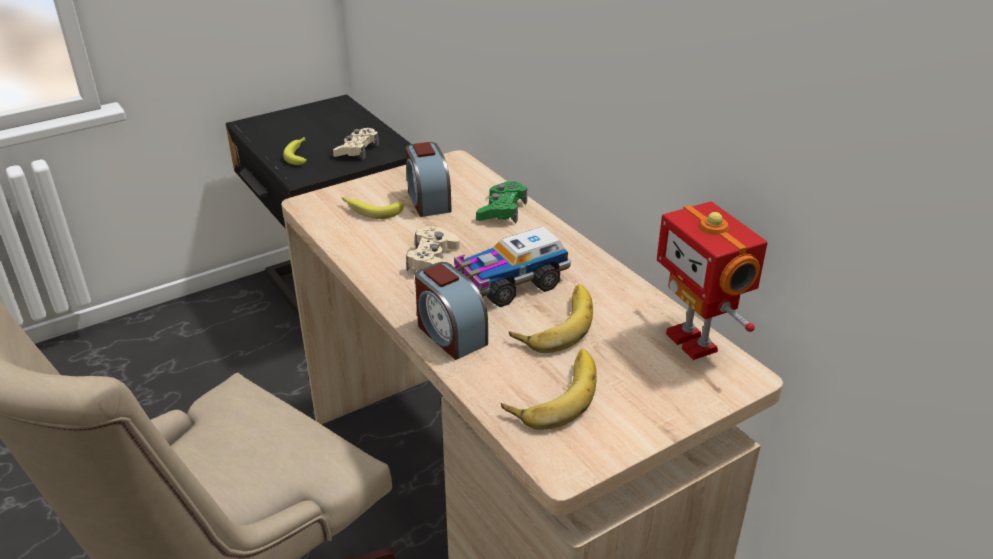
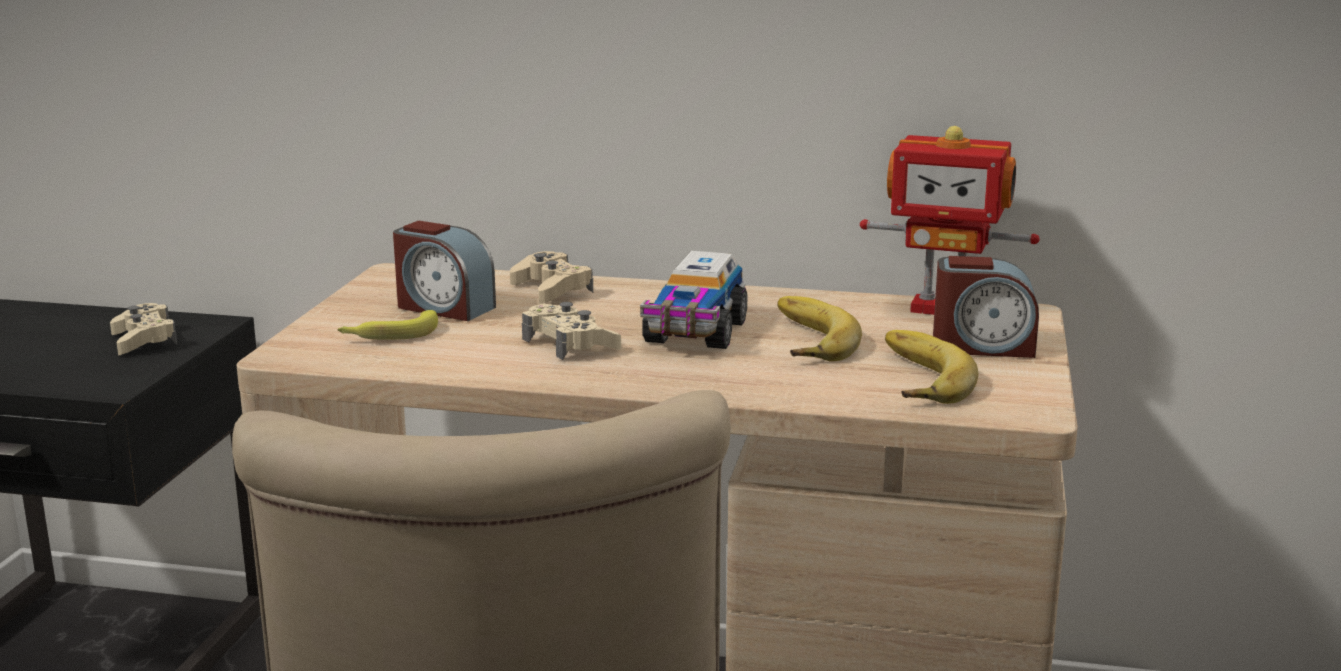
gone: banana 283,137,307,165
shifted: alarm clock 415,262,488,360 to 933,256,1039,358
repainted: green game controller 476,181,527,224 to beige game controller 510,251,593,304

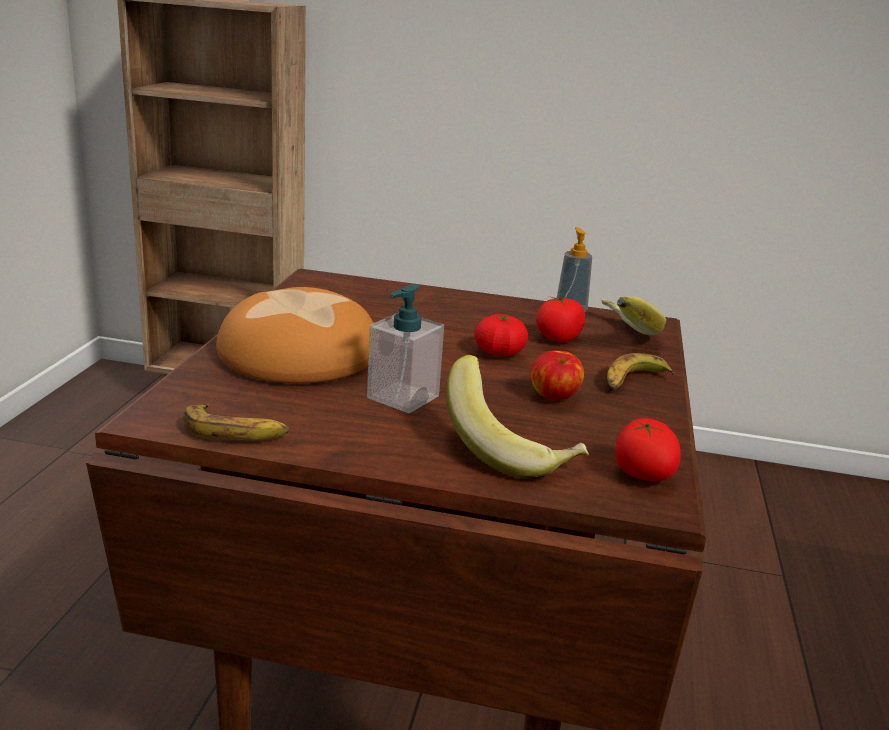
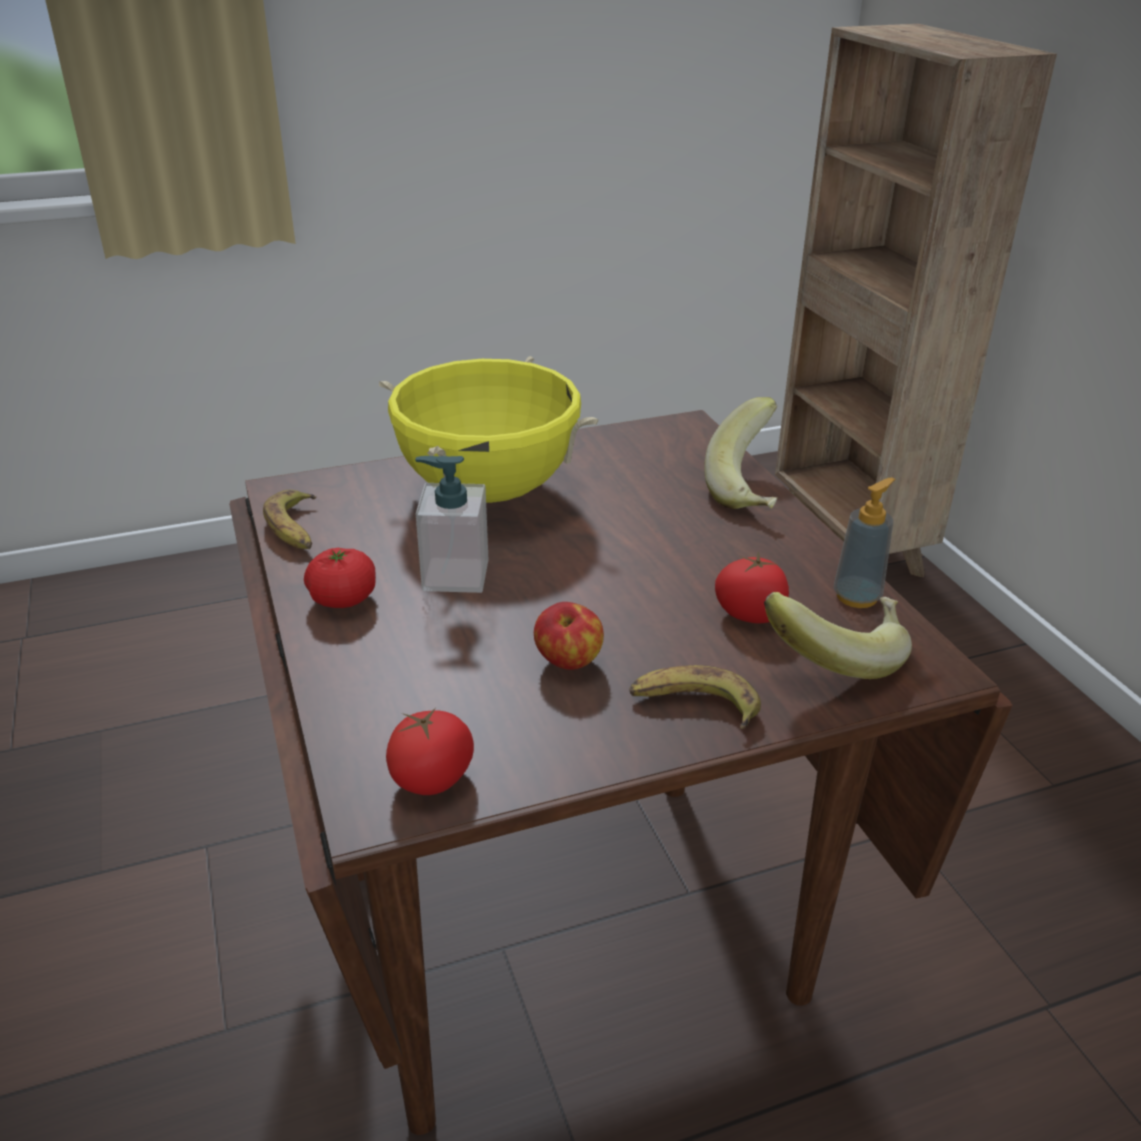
shifted: banana 446,355,589,479 to 704,397,777,509; tomato 474,314,528,357 to 304,548,376,608
swapped: bread 216,287,373,383 to yellow cooking pot 379,356,598,503

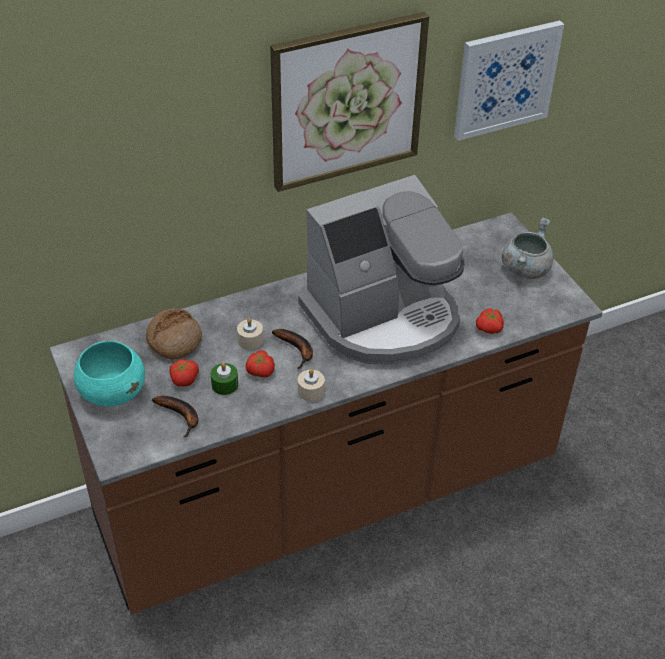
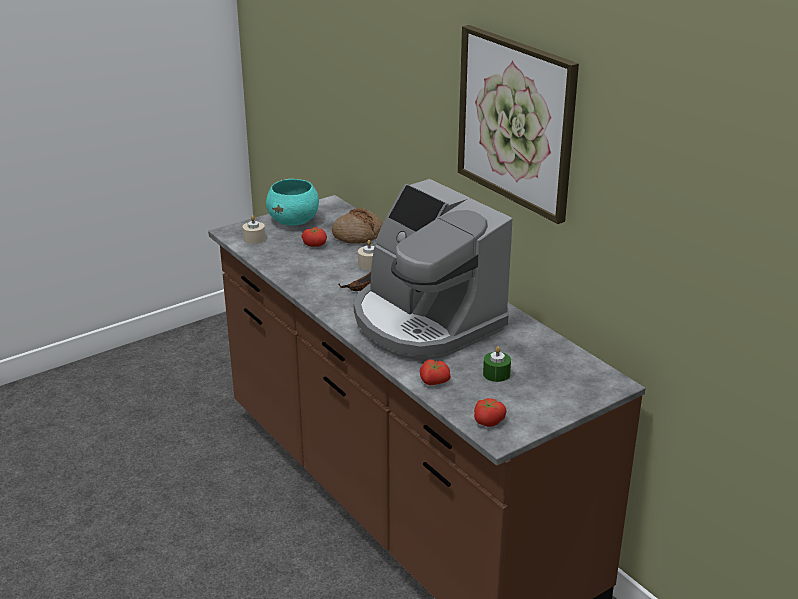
gone: banana 152,396,198,437; picture 454,20,564,141; grey cooking pot 502,217,554,279
shifted: green candle 211,362,238,395 to 483,346,511,382; tomato 245,350,275,378 to 474,398,507,427; beige candle 298,369,325,402 to 243,215,265,244

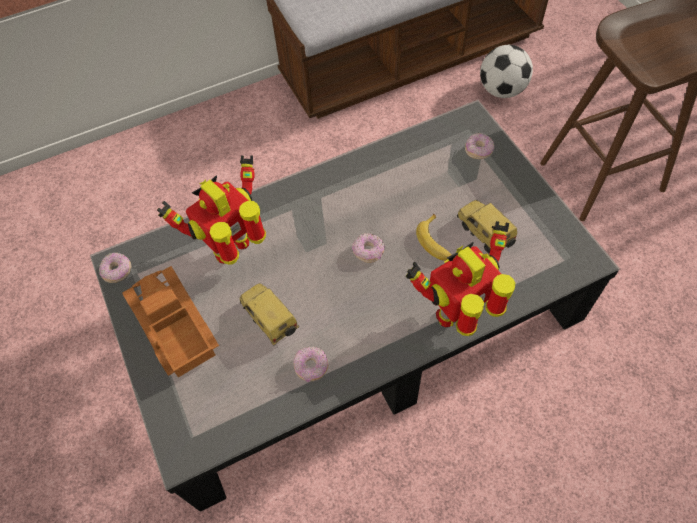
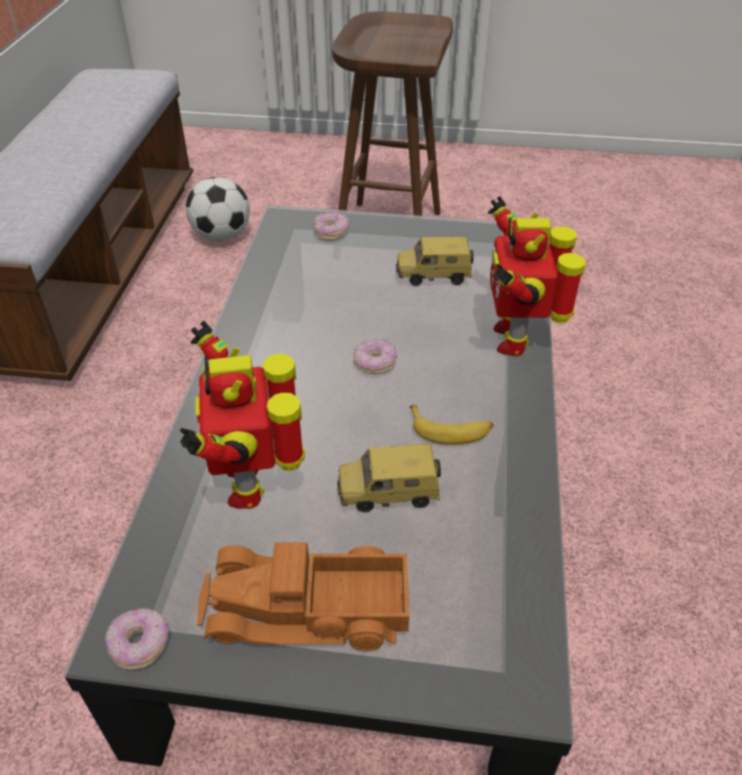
gone: donut 293,347,328,382
shifted: banana 416,214,452,260 to 410,405,494,445

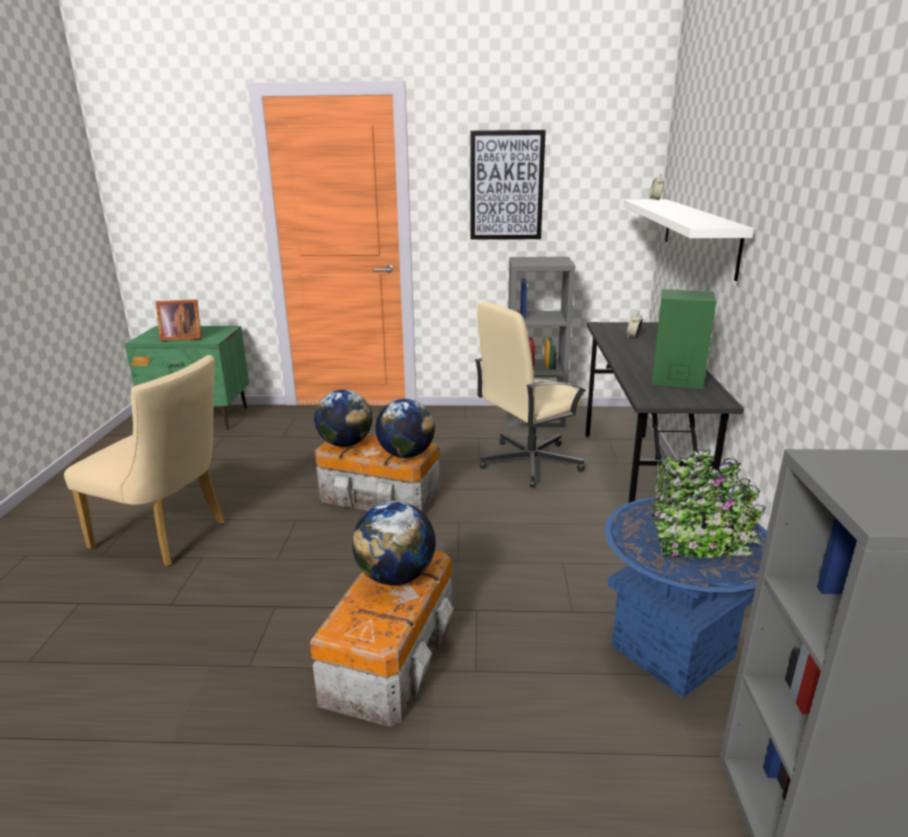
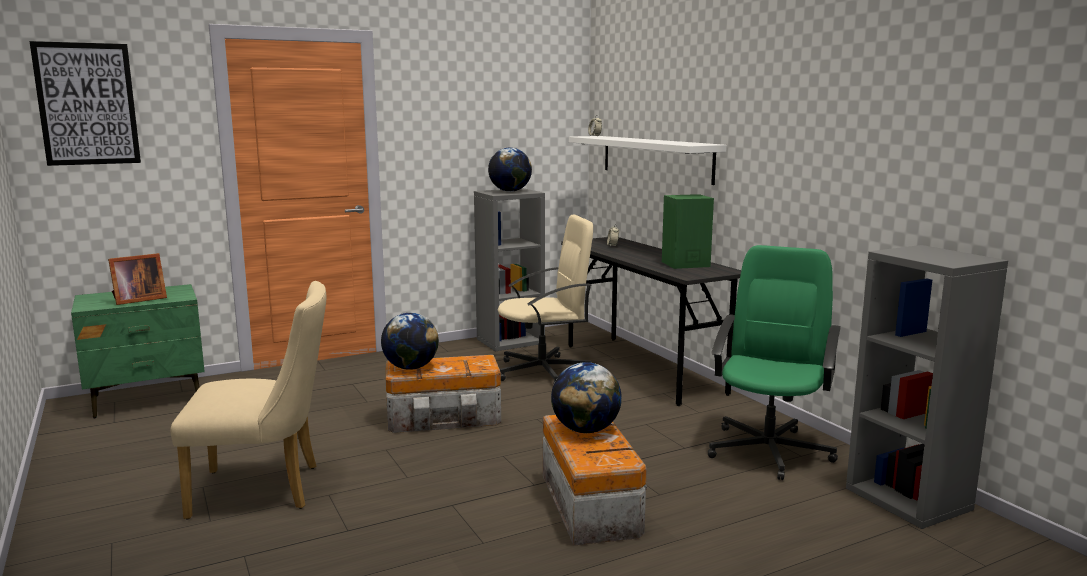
shifted: globe 375,399,435,458 to 488,148,532,192; picture 471,130,546,240 to 29,41,141,166
swapped: blue planter 605,450,767,698 to green office chair 708,245,841,480
rotated: beige office chair 475,301,587,488 = 498,215,593,383 135 degrees counterclockwise

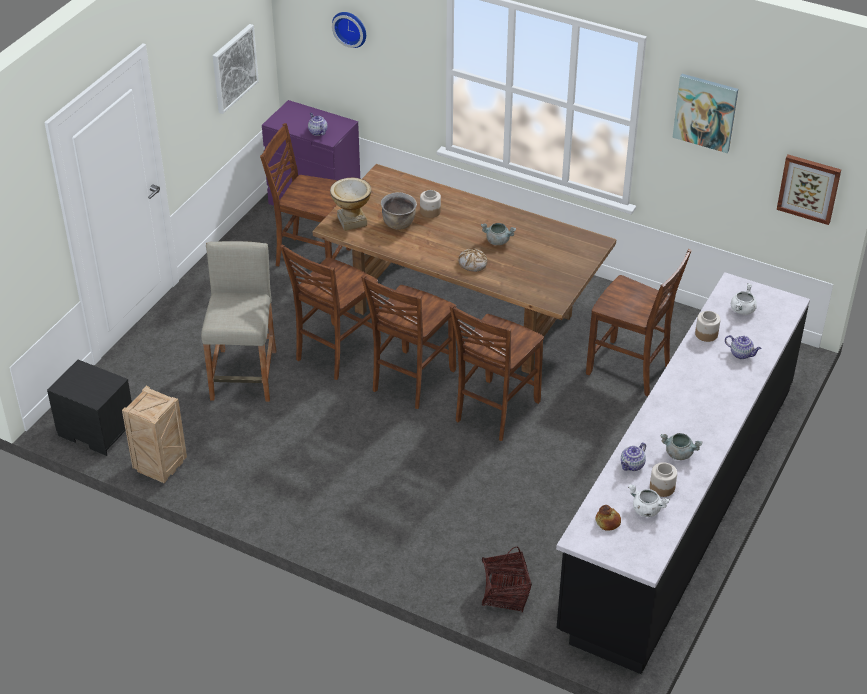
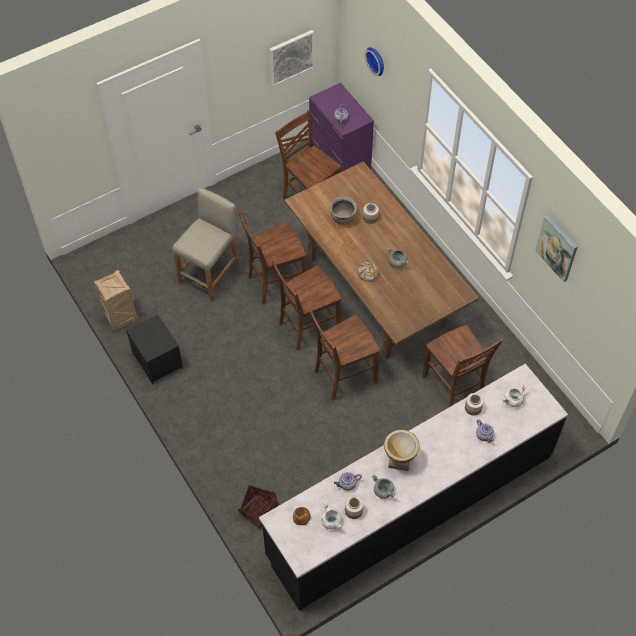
gone: picture 777,155,841,225
shifted: black nightstand 47,360,132,456 to 126,315,183,385; vase 330,177,371,231 to 384,430,420,471

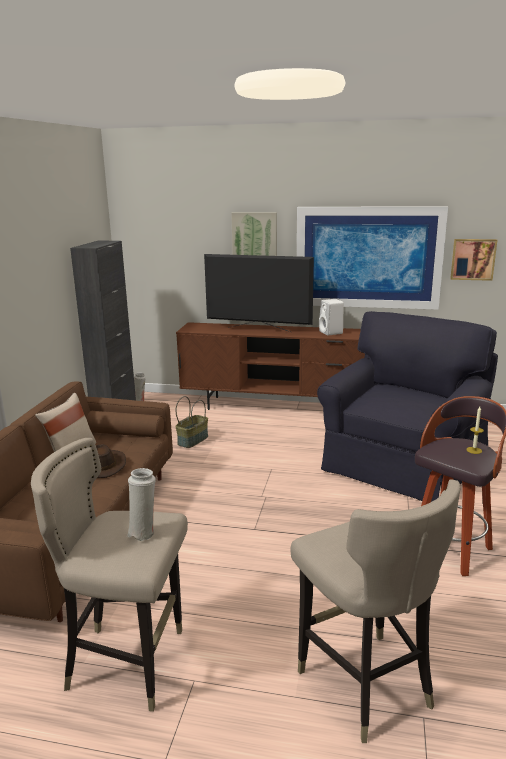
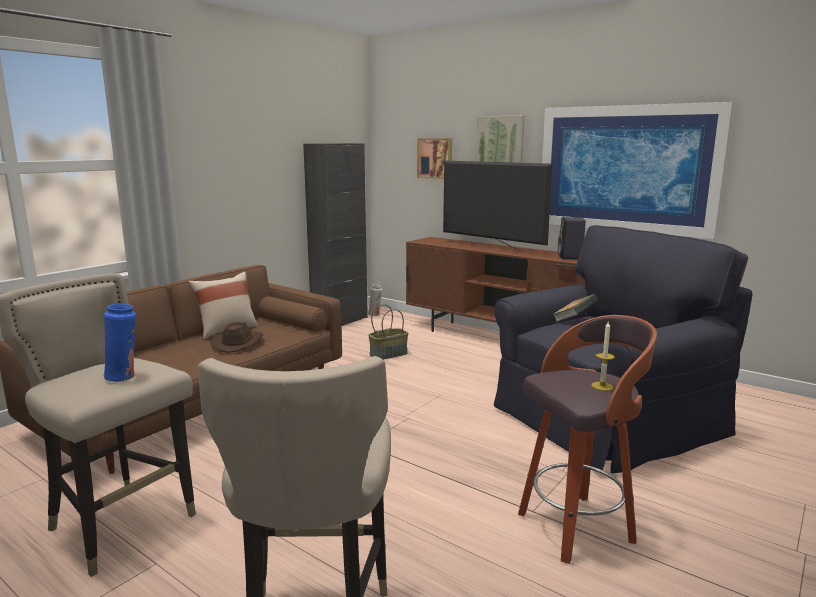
new: book 552,294,598,322
shifted: picture 450,239,497,281 to 417,138,452,179
repainted: white vase 127,468,156,541 to blue vase 103,304,136,382; white speaker 319,299,344,335 to black speaker 558,217,586,259

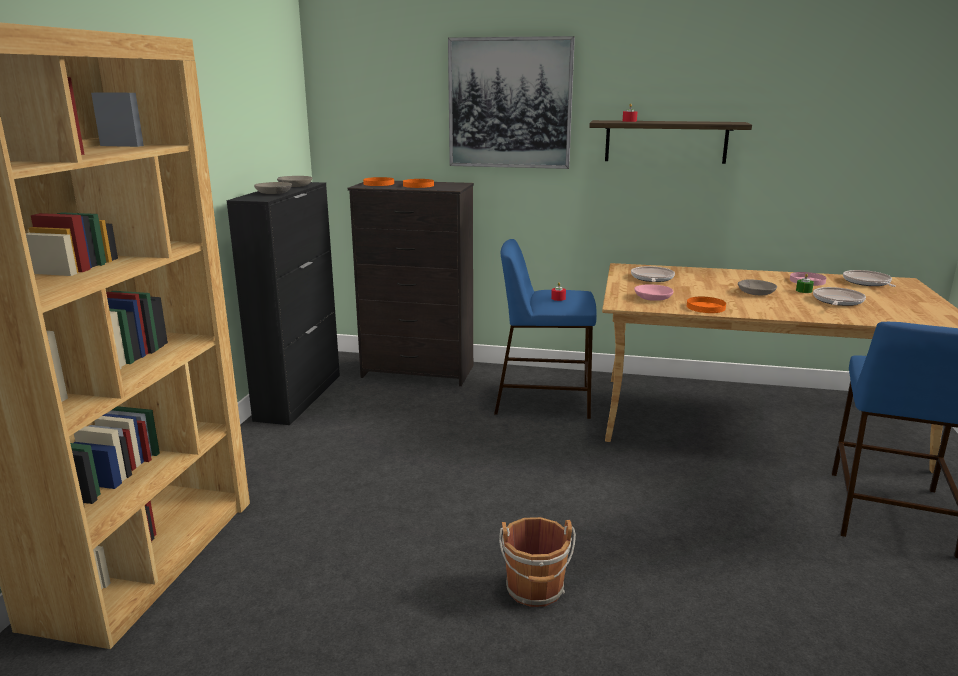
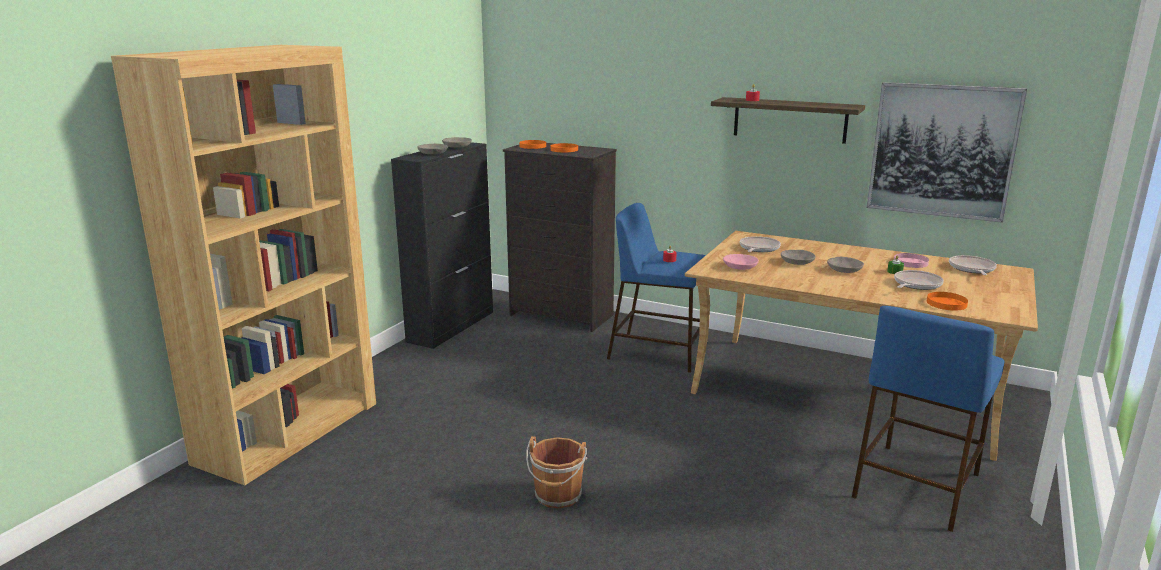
new: grey bowl 781,250,816,265
shifted: picture 448,36,575,169 to 867,82,1027,223; orange plate 687,297,726,313 to 927,292,968,311

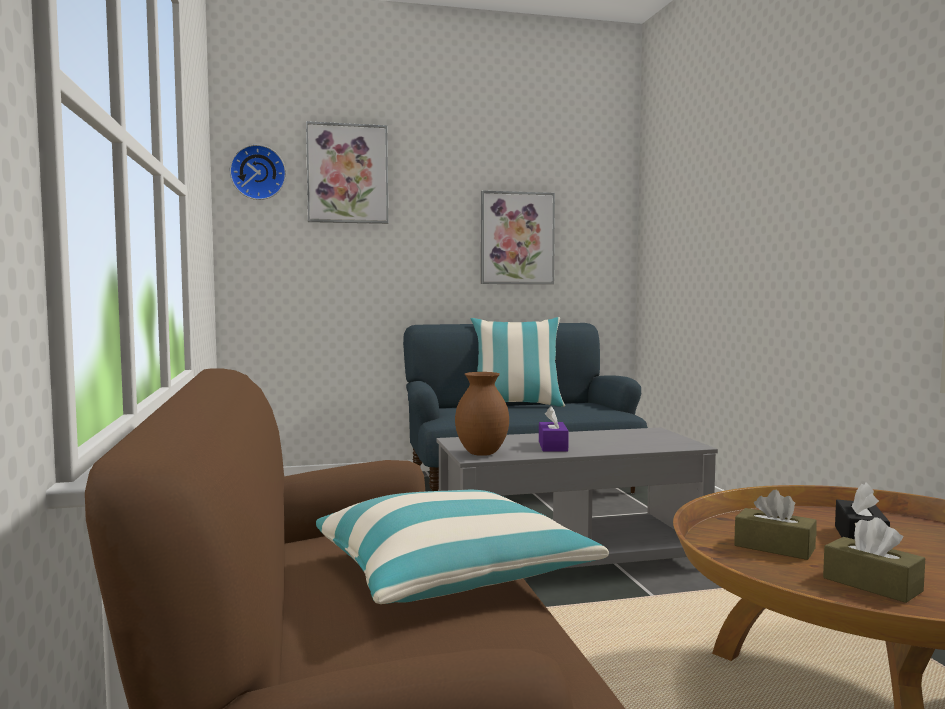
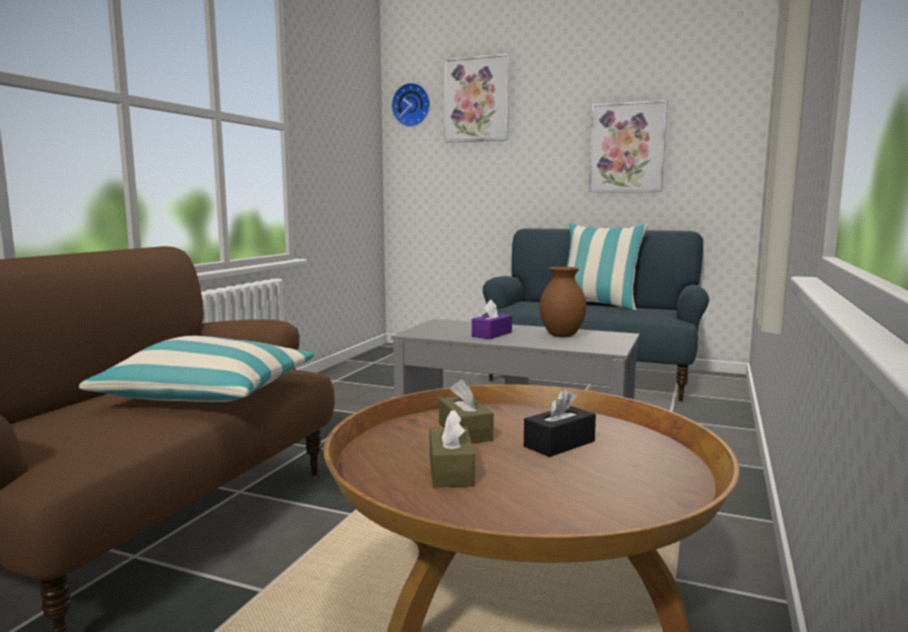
shifted: brown vase 455,372,509,456 to 540,267,586,338

